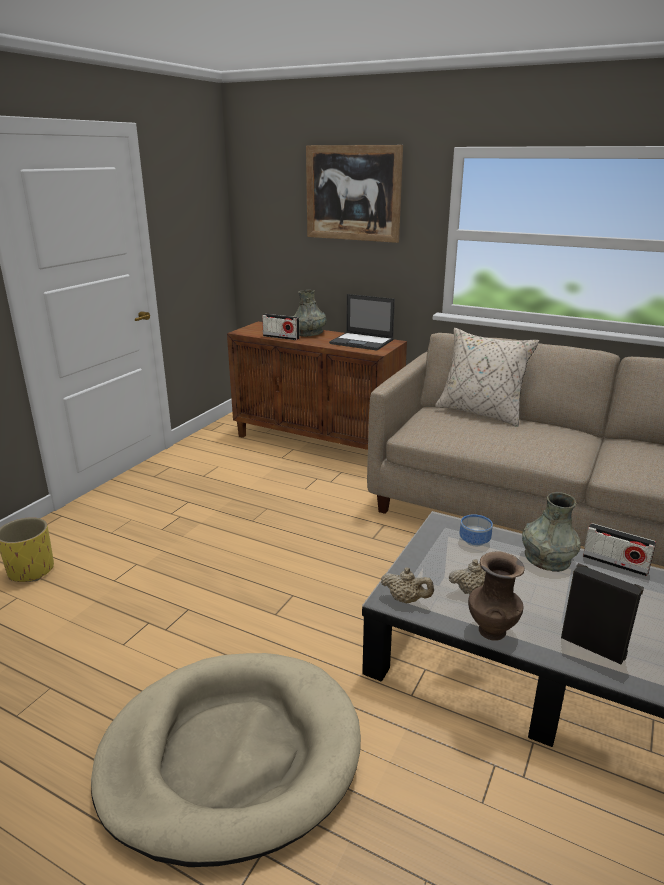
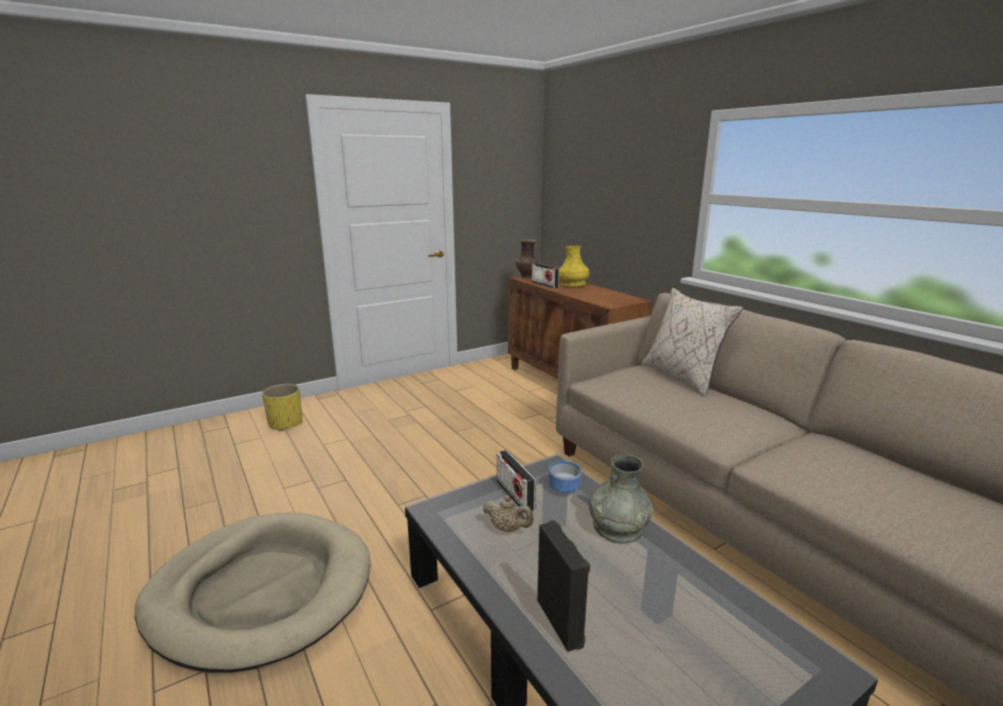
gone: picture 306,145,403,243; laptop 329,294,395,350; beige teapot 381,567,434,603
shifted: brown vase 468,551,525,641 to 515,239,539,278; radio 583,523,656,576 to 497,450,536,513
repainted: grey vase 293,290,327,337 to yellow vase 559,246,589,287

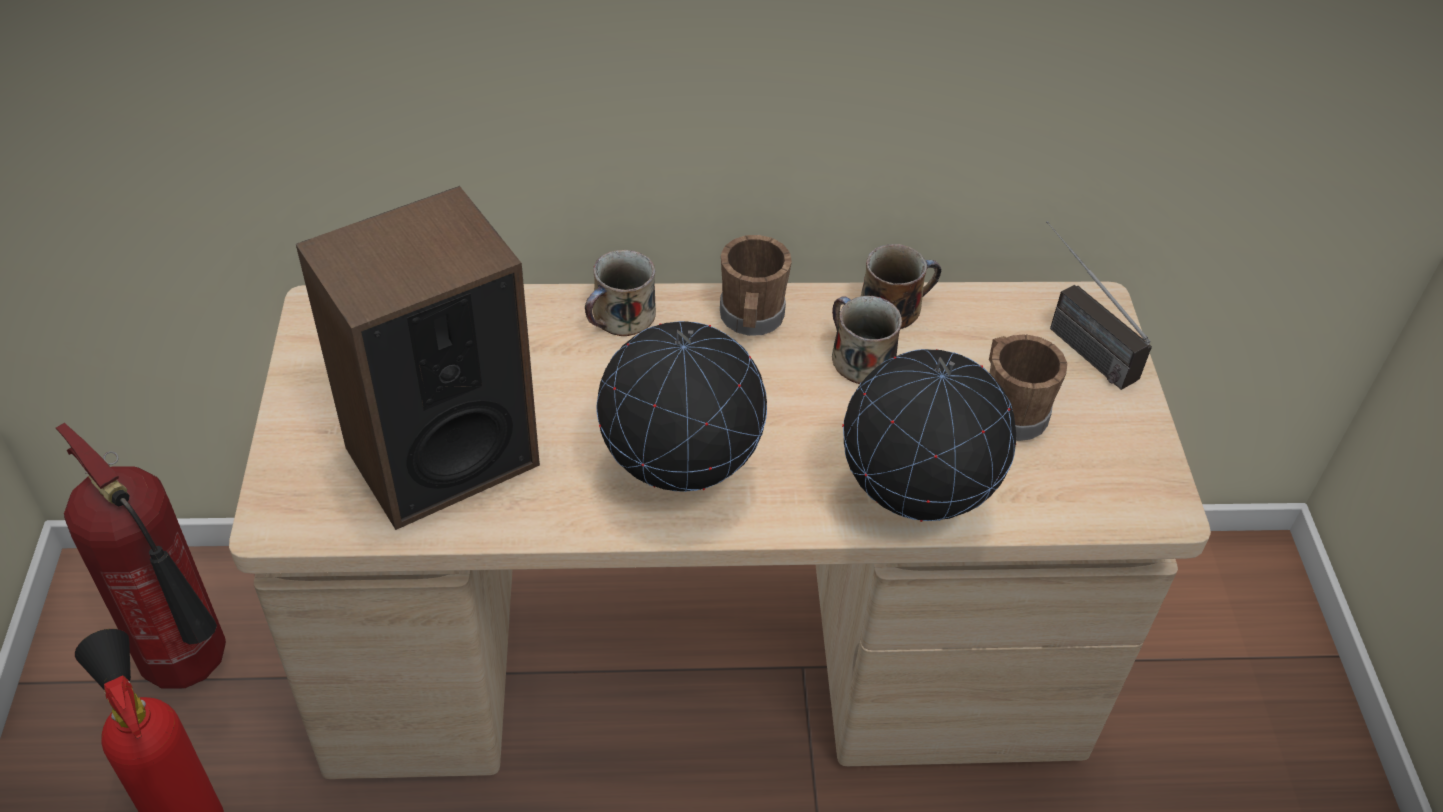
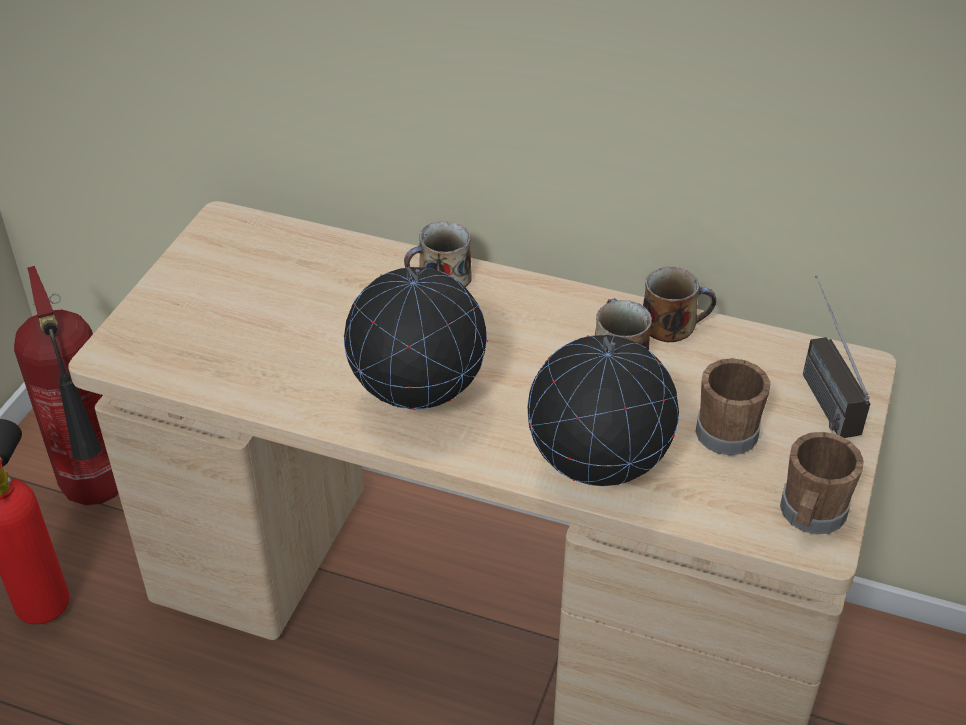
gone: speaker 296,186,540,530
shifted: brown mug 720,235,792,336 to 780,432,864,534

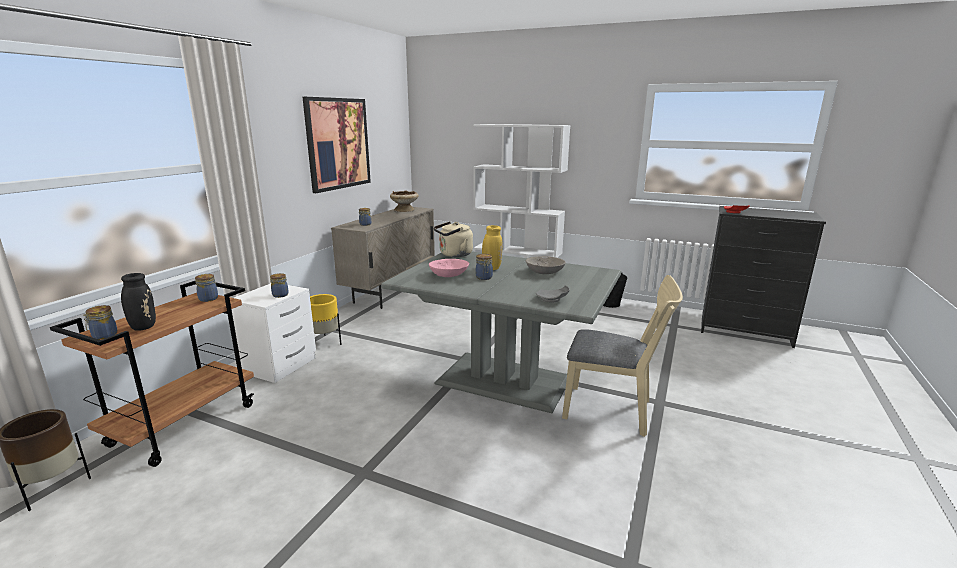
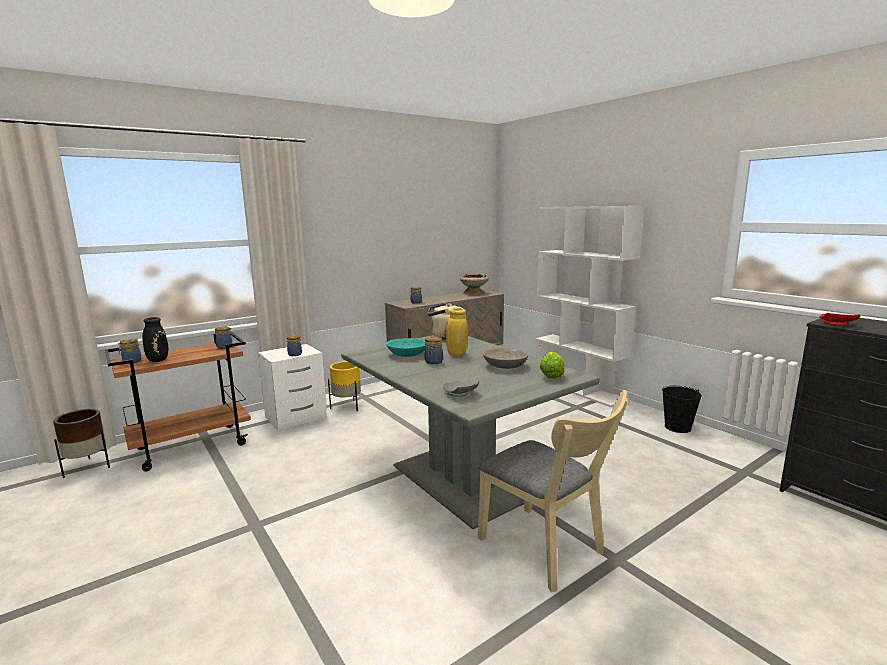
gone: picture 302,97,371,193
new: lettuce 540,352,564,379
repainted: pink bowl 429,259,469,277 to turquoise bowl 386,338,426,357

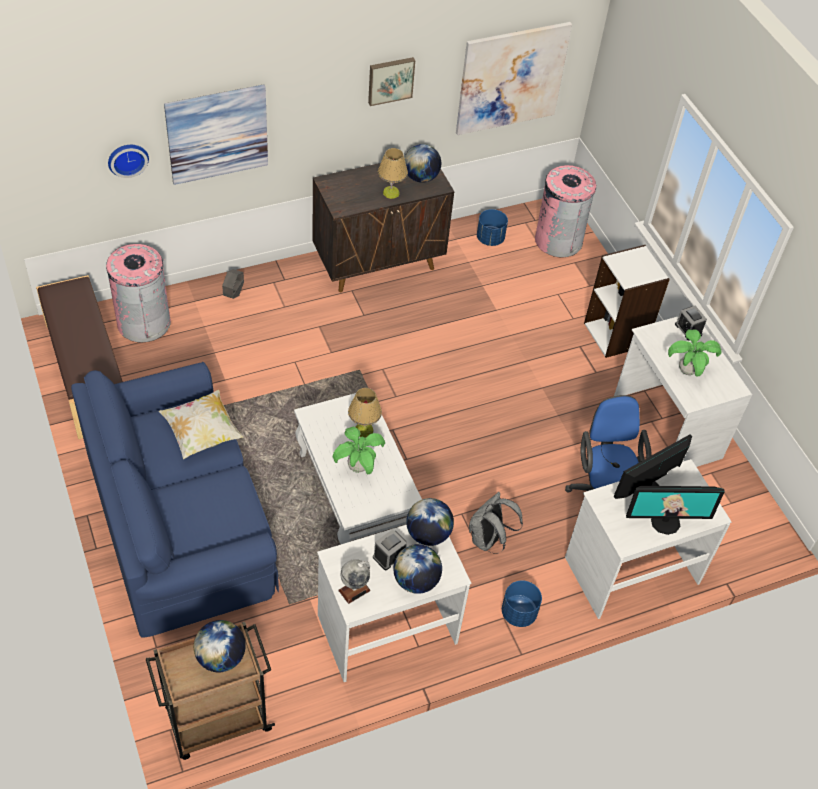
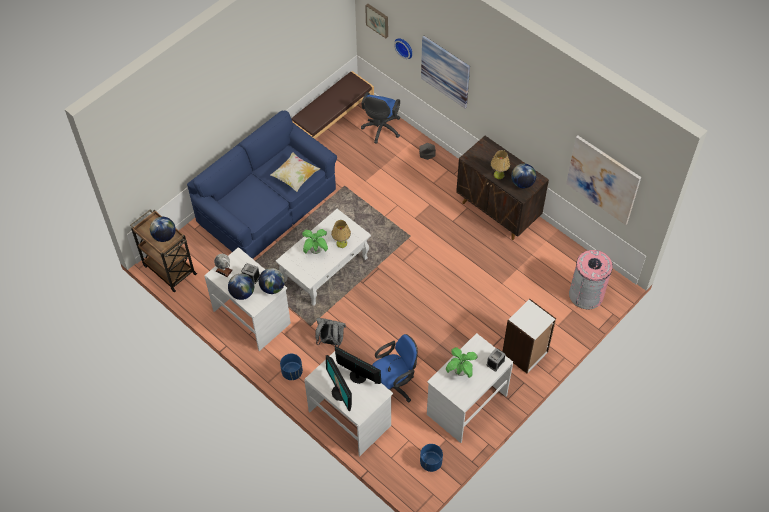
shifted: picture 368,57,415,106 to 365,4,388,38; blue planter 477,209,508,246 to 420,444,443,472
swapped: pink trash can 106,244,171,342 to blue office chair 361,92,400,144

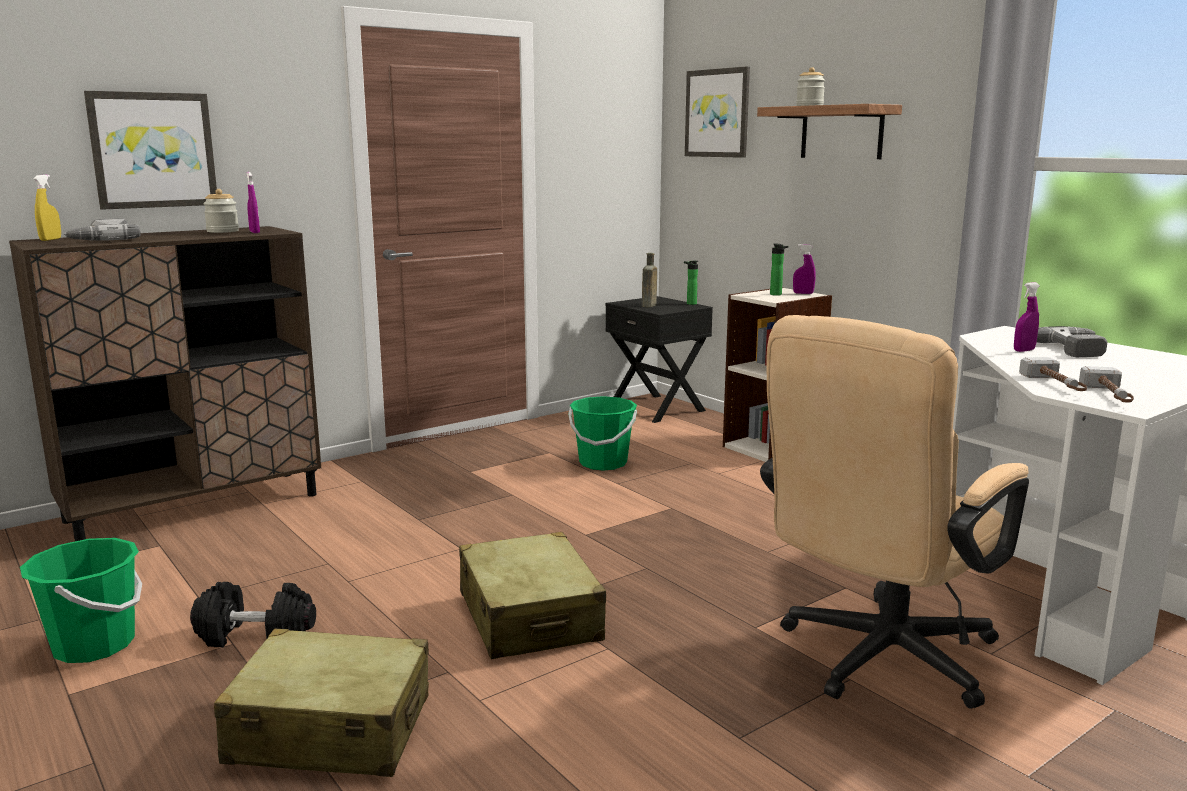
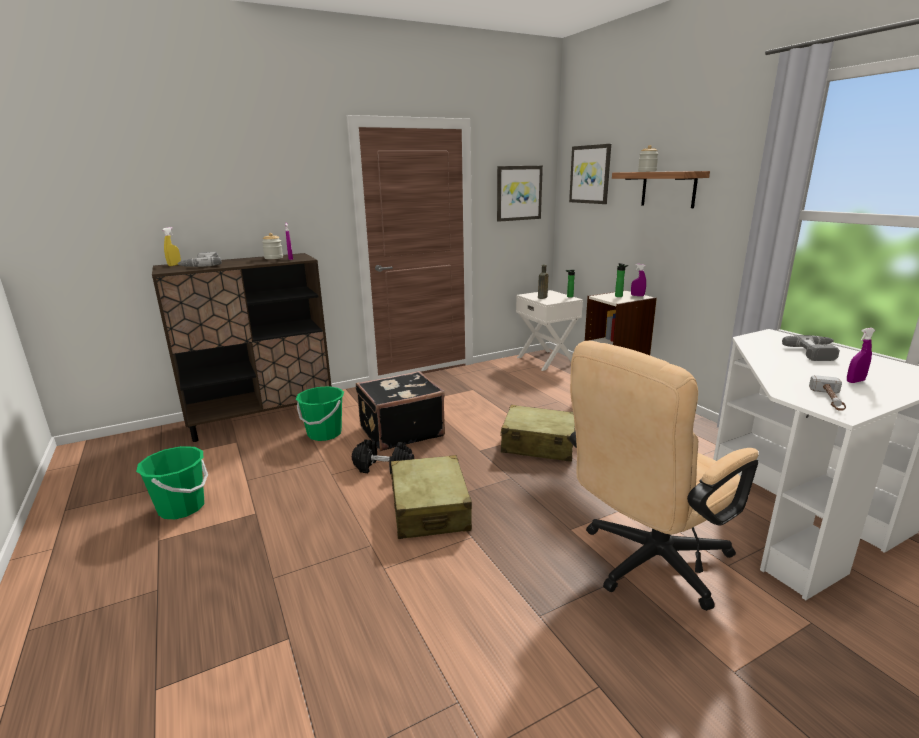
gone: hammer 1019,357,1087,391
new: black suitcase 356,371,445,452
shifted: picture 84,91,217,210 to 497,166,543,222; black dumbbell 190,582,316,647 to 352,440,414,474; beige suitcase 214,628,429,777 to 500,405,575,462; green bucket 568,396,637,471 to 296,386,344,441; purple spray bottle 1014,282,1040,352 to 847,328,875,383
repainted: black nightstand 605,296,713,423 to white nightstand 516,290,583,371

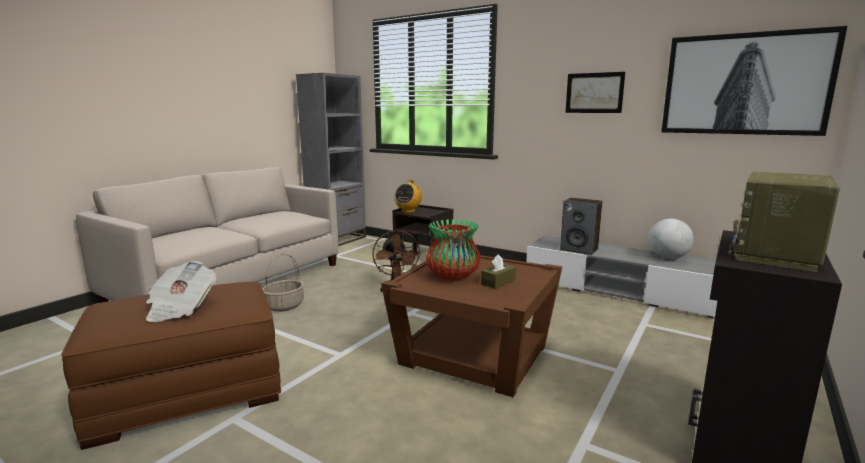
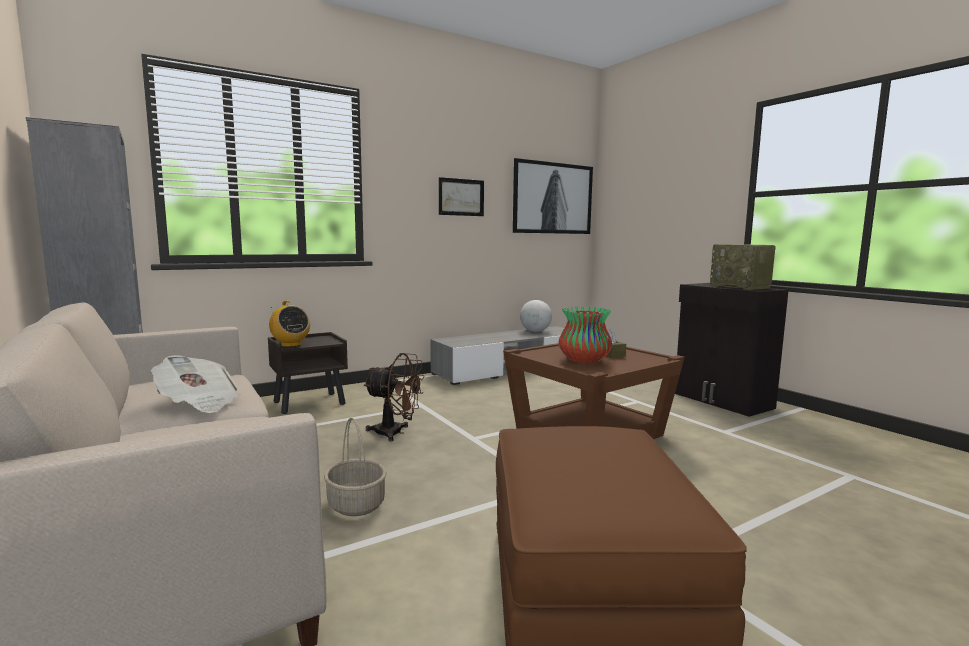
gone: speaker 560,198,602,255
shifted: newspaper 146,261,216,322 to 151,355,241,413

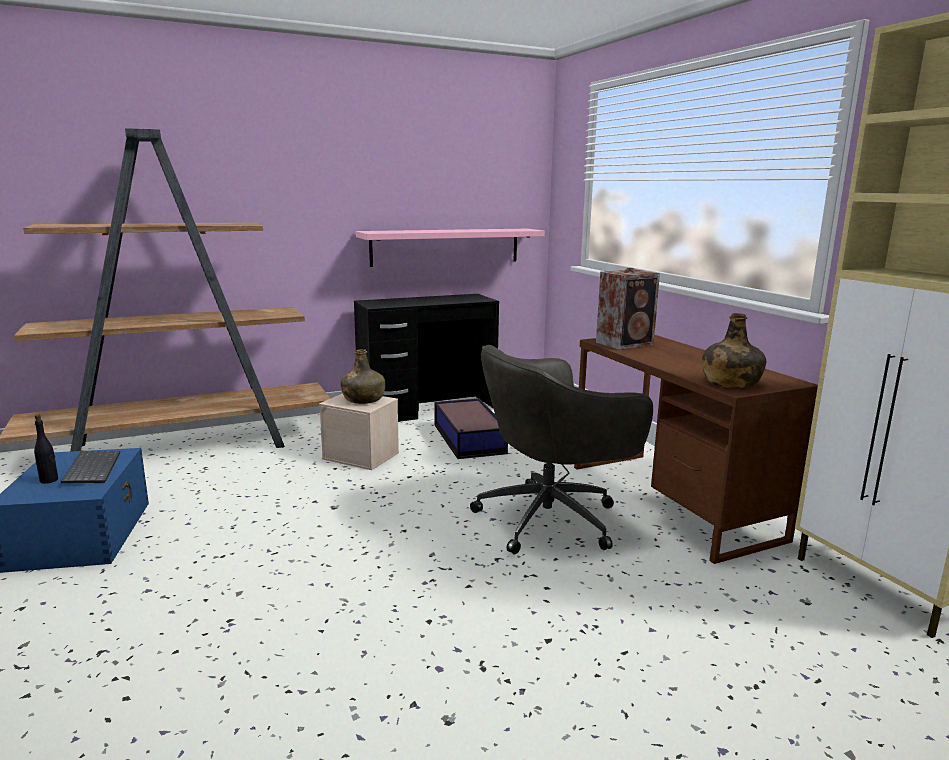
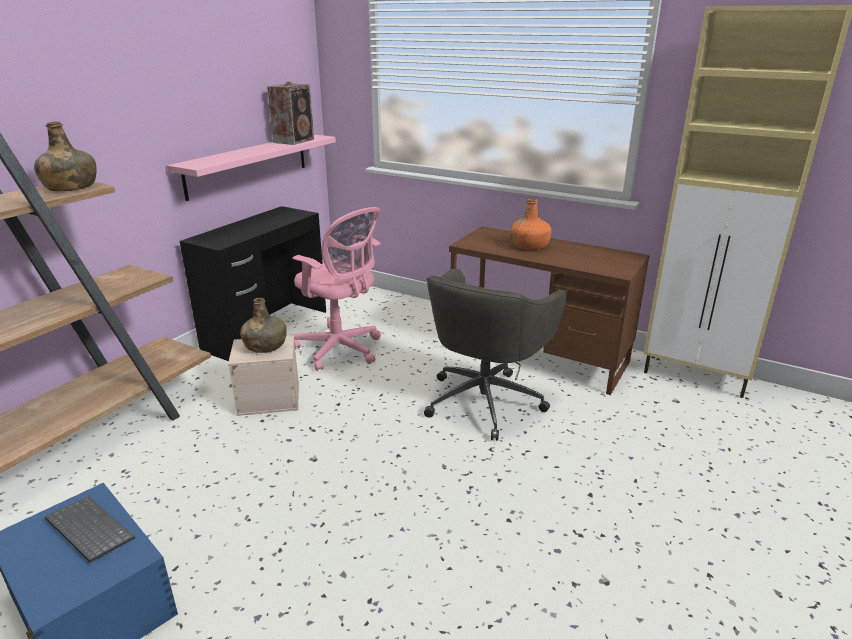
gone: black bottle 34,415,58,484
new: orange bottle 510,199,552,250
shifted: speaker 596,268,660,350 to 267,82,314,145; green bottle 702,313,766,388 to 34,122,97,192
swapped: storage box 435,399,508,459 to pink office chair 291,207,381,371

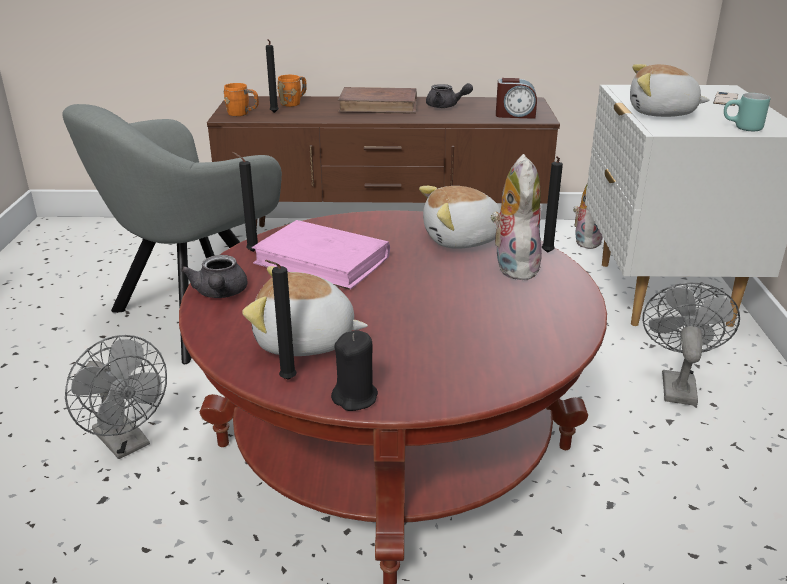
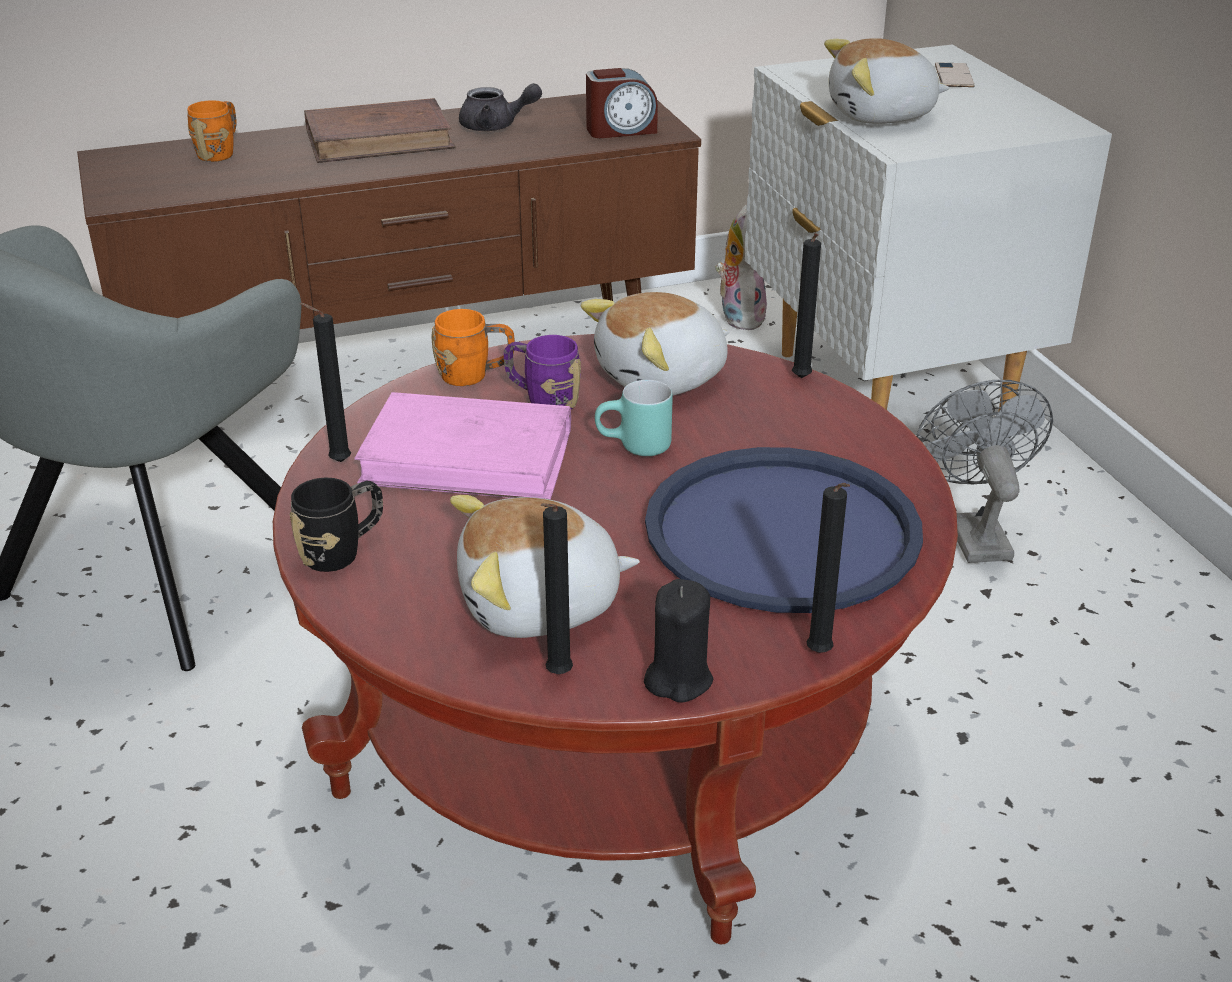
gone: grey fan 65,335,167,459; plush toy 491,154,542,281
new: purple mug 504,335,581,409; blue tray 645,447,923,613
shifted: orange mug 224,83,259,116 to 432,309,515,386; black candle 266,39,279,113 to 806,483,850,653; turquoise mug 724,93,770,131 to 595,380,673,456
swapped: grey teapot 181,255,247,298 to black mug 290,477,383,572

